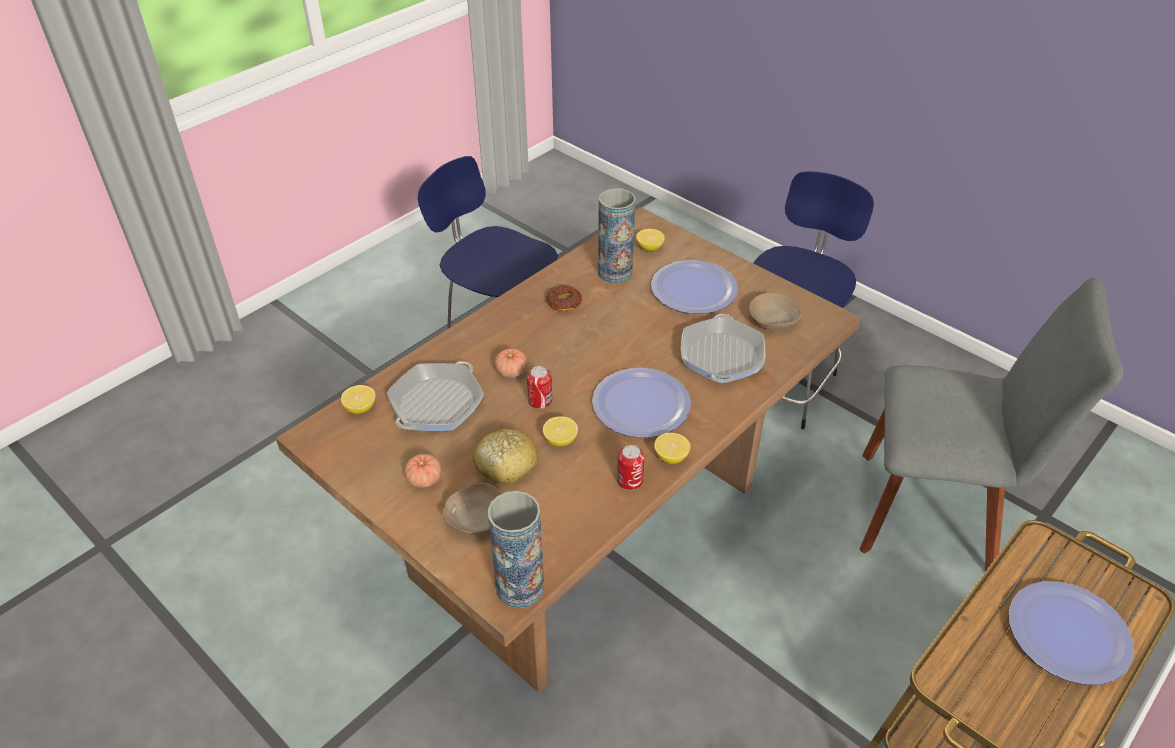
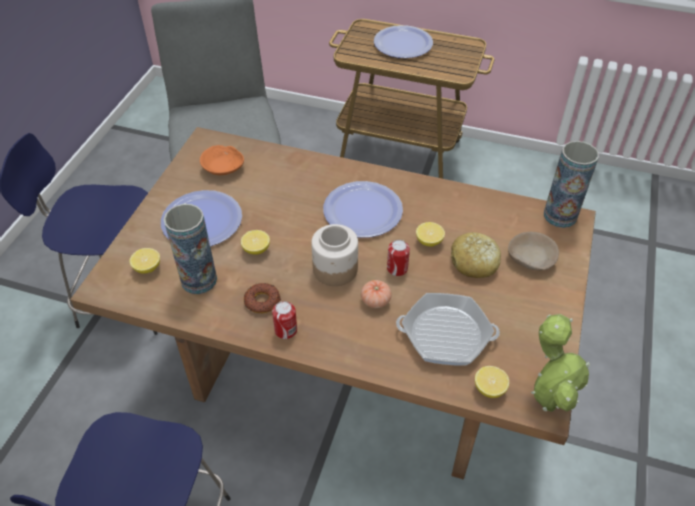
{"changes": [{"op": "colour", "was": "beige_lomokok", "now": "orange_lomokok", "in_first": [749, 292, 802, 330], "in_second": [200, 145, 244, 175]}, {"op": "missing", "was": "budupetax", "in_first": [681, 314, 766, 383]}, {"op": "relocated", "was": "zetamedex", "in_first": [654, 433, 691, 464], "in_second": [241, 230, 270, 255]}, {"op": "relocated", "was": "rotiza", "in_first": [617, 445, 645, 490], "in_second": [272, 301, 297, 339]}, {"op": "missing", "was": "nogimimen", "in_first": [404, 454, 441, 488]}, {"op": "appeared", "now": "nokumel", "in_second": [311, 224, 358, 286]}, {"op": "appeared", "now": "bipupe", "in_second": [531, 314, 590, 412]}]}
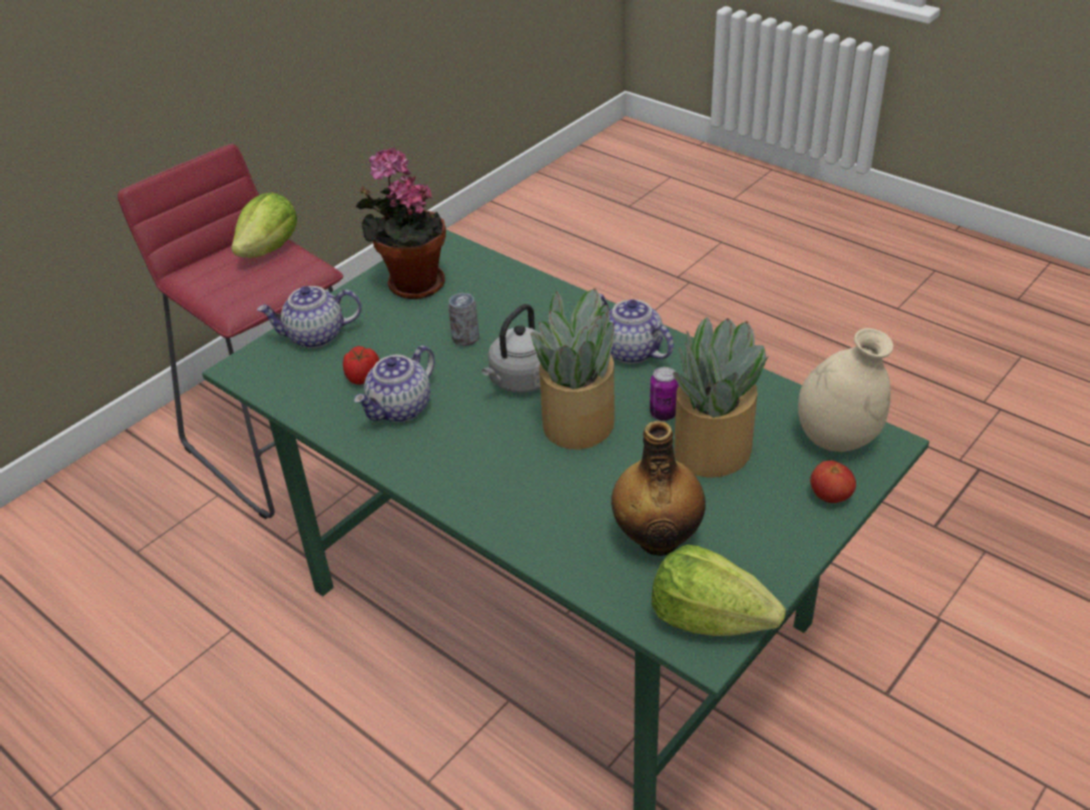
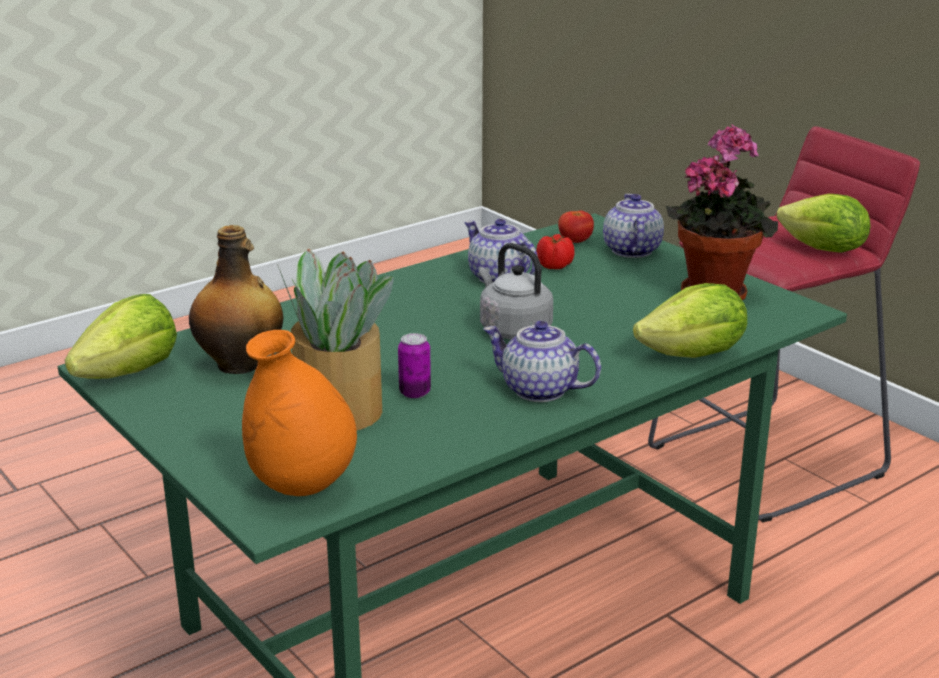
{"changes": [{"op": "missing", "was": "bipupe", "in_first": [531, 288, 615, 450]}, {"op": "missing", "was": "rotiza", "in_first": [448, 293, 479, 346]}, {"op": "spun", "was": "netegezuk", "in_first": [600, 294, 674, 364], "in_second": [483, 321, 601, 402], "clockwise": -120}, {"op": "colour", "was": "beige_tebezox", "now": "orange_tebezox", "in_first": [798, 328, 893, 452], "in_second": [242, 330, 357, 496]}, {"op": "relocated", "was": "nogimimen", "in_first": [810, 460, 856, 503], "in_second": [558, 211, 594, 243]}, {"op": "appeared", "now": "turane", "in_second": [633, 283, 747, 358]}]}
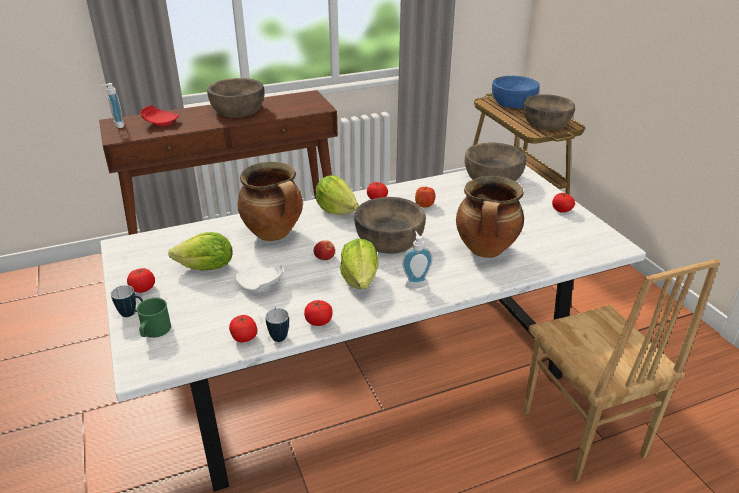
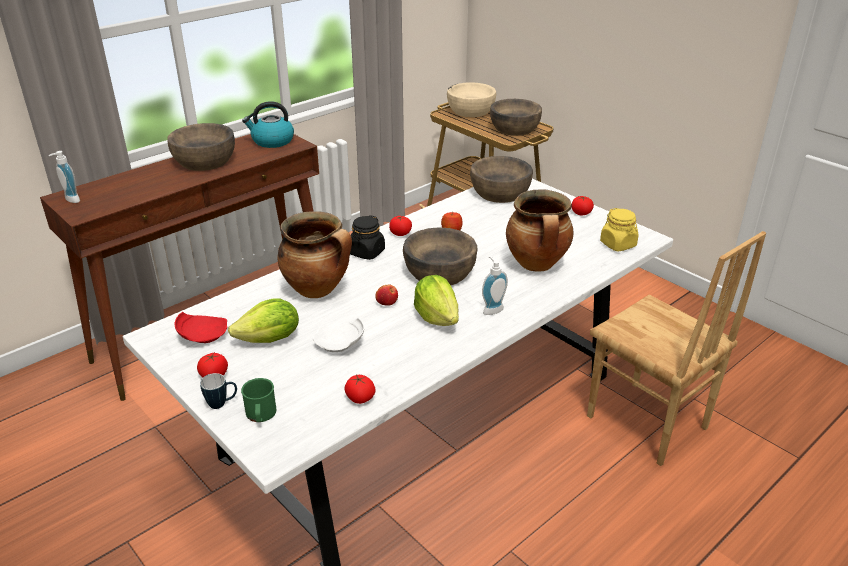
{"changes": [{"op": "colour", "was": "blue_lomokok", "now": "beige_lomokok", "in_first": [492, 76, 539, 108], "in_second": [447, 82, 496, 117]}, {"op": "relocated", "was": "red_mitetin", "in_first": [140, 105, 179, 127], "in_second": [175, 312, 227, 343]}, {"op": "exchanged", "was": "turane", "now": "black_nokumel", "in_first": [316, 175, 359, 215], "in_second": [350, 215, 385, 260]}, {"op": "missing", "was": "nogimimen", "in_first": [304, 300, 333, 326]}, {"op": "missing", "was": "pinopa", "in_first": [265, 308, 289, 342]}, {"op": "appeared", "now": "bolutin", "in_second": [242, 101, 294, 148]}, {"op": "appeared", "now": "yellow_nokumel", "in_second": [600, 208, 638, 251]}]}
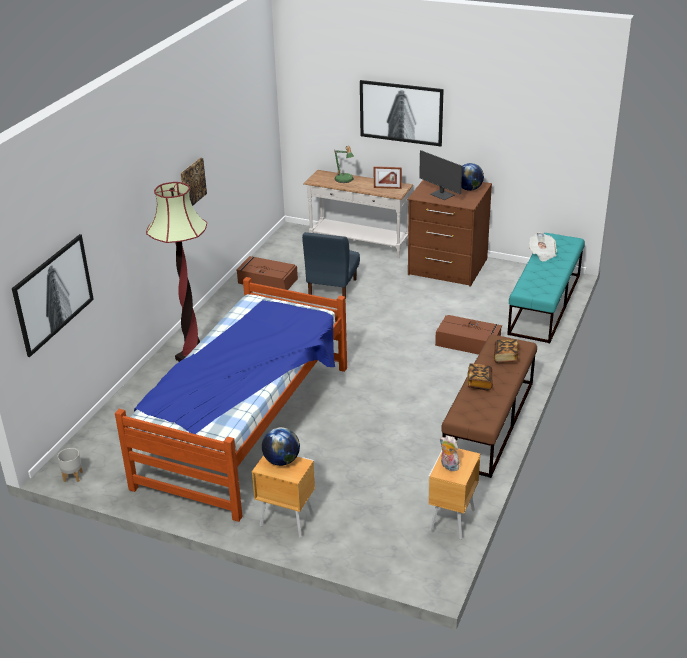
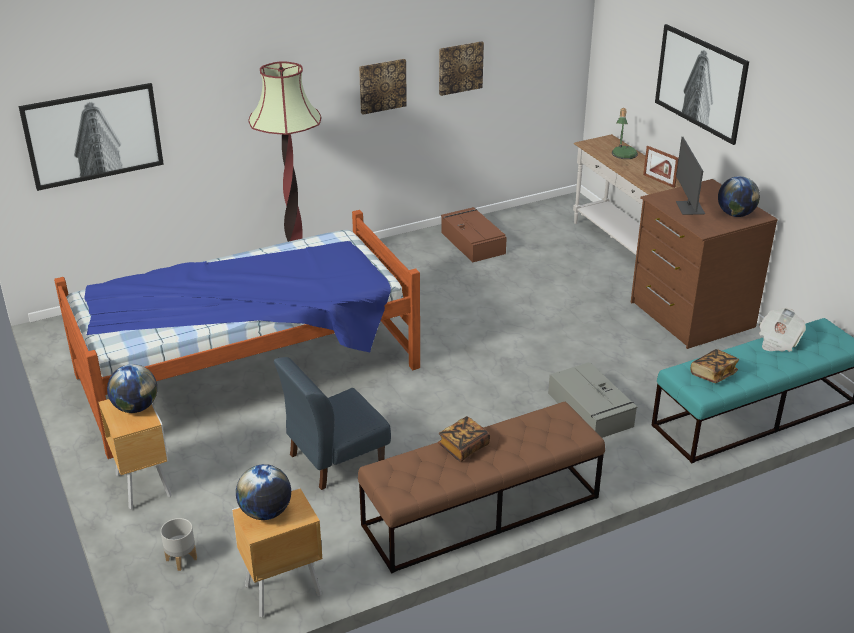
{"changes": [{"op": "relocated", "was": "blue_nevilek", "in_first": [302, 232, 360, 299], "in_second": [274, 357, 391, 490]}, {"op": "colour", "was": "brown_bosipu", "now": "grey_bosipu", "in_first": [435, 315, 502, 355], "in_second": [548, 363, 638, 438]}, {"op": "relocated", "was": "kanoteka", "in_first": [494, 339, 519, 363], "in_second": [691, 349, 739, 383]}, {"op": "exchanged", "was": "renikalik", "now": "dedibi", "in_first": [440, 436, 459, 471], "in_second": [236, 464, 291, 520]}, {"op": "relocated", "was": "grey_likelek", "in_first": [58, 448, 83, 482], "in_second": [161, 518, 197, 571]}, {"op": "appeared", "now": "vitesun", "in_second": [439, 41, 484, 96]}]}
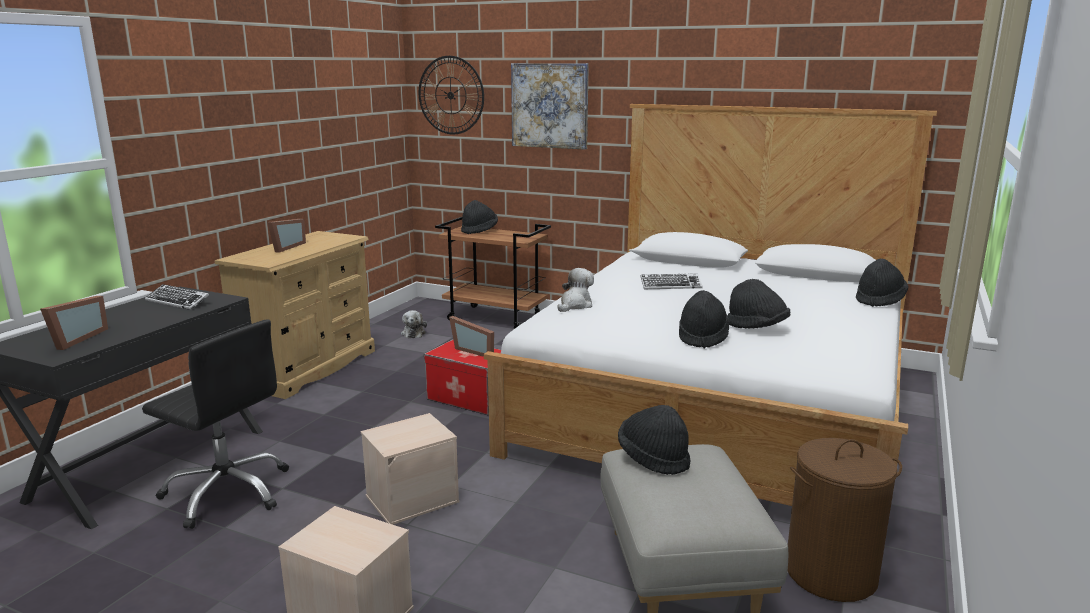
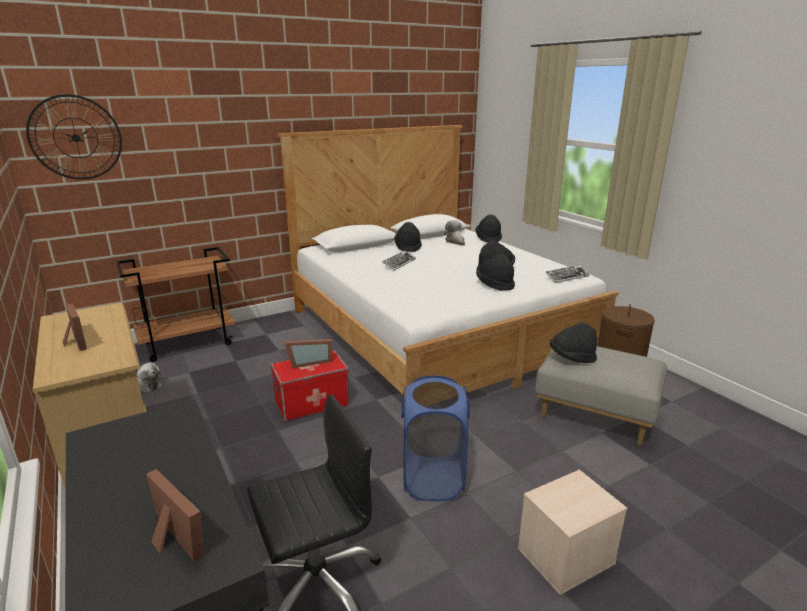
{"changes": [{"op": "missing", "was": "vitesun", "in_first": [511, 63, 589, 150]}, {"op": "relocated", "was": "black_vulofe", "in_first": [461, 200, 498, 234], "in_second": [394, 222, 422, 252]}, {"op": "relocated", "was": "renikalik", "in_first": [558, 268, 594, 312], "in_second": [444, 220, 465, 246]}, {"op": "relocated", "was": "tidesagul", "in_first": [145, 284, 209, 310], "in_second": [546, 265, 590, 283]}, {"op": "exchanged", "was": "beige_bosipu", "now": "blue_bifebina", "in_first": [361, 413, 459, 525], "in_second": [402, 375, 470, 501]}]}
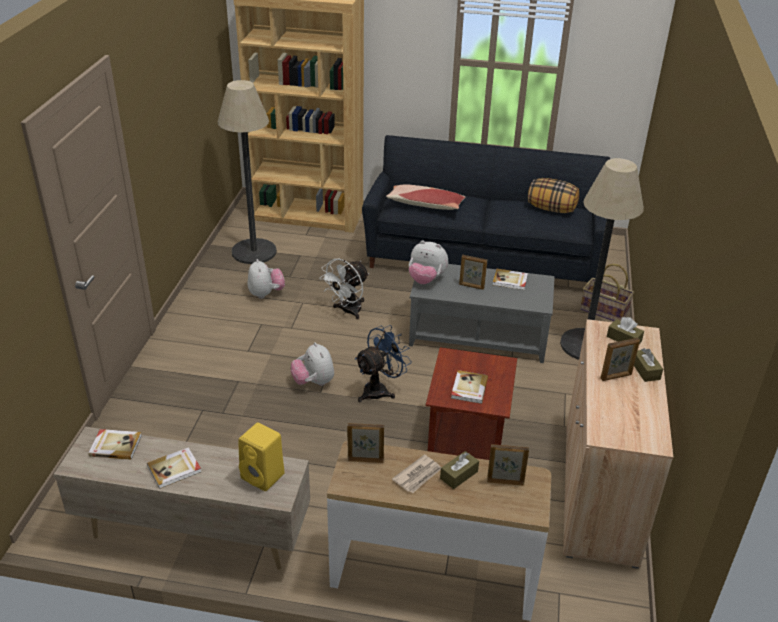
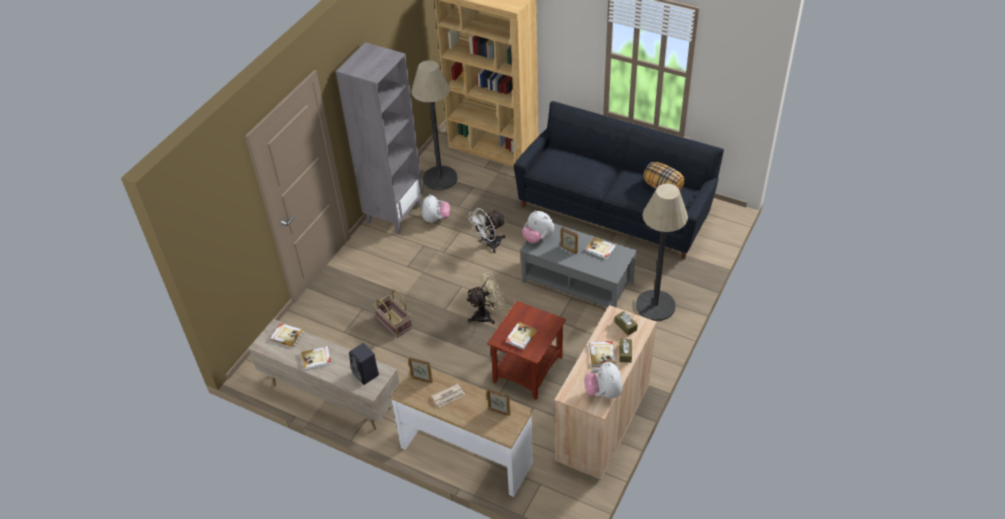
{"changes": [{"op": "missing", "was": "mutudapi", "in_first": [386, 185, 465, 210]}, {"op": "relocated", "was": "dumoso", "in_first": [580, 264, 634, 321], "in_second": [373, 290, 412, 338]}, {"op": "colour", "was": "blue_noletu", "now": "beige_noletu", "in_first": [355, 325, 412, 402], "in_second": [466, 272, 505, 324]}, {"op": "exchanged", "was": "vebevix", "now": "kanoteka", "in_first": [601, 338, 640, 381], "in_second": [589, 341, 615, 367]}, {"op": "relocated", "was": "renikalik", "in_first": [291, 342, 334, 386], "in_second": [584, 362, 623, 399]}, {"op": "colour", "was": "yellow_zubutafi", "now": "black_zubutafi", "in_first": [238, 423, 285, 491], "in_second": [349, 343, 379, 385]}, {"op": "missing", "was": "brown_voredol", "in_first": [440, 451, 479, 489]}, {"op": "appeared", "now": "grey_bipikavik", "in_second": [336, 42, 423, 234]}]}
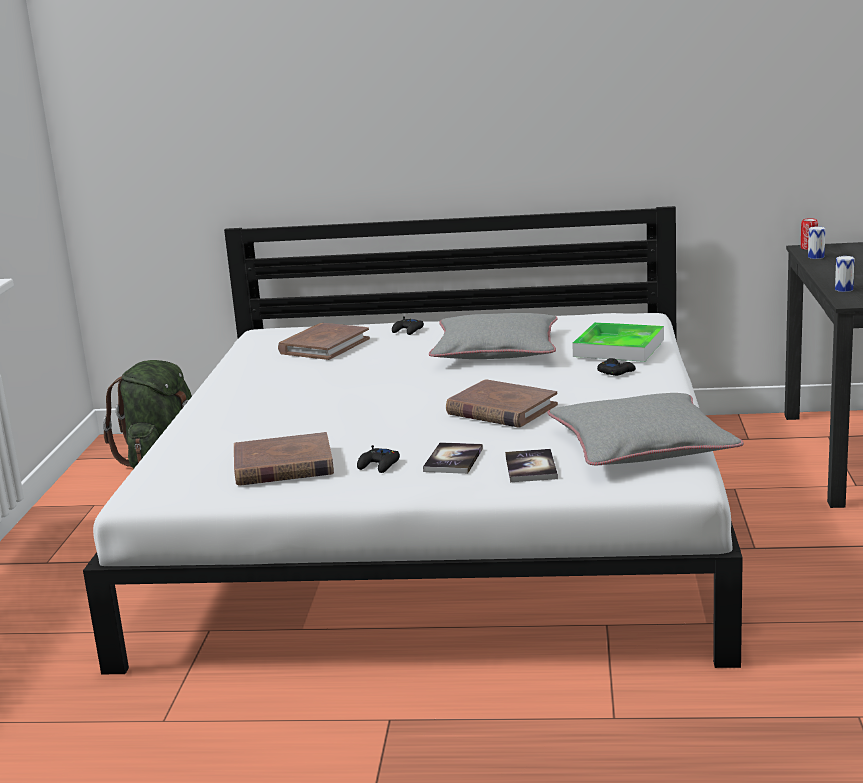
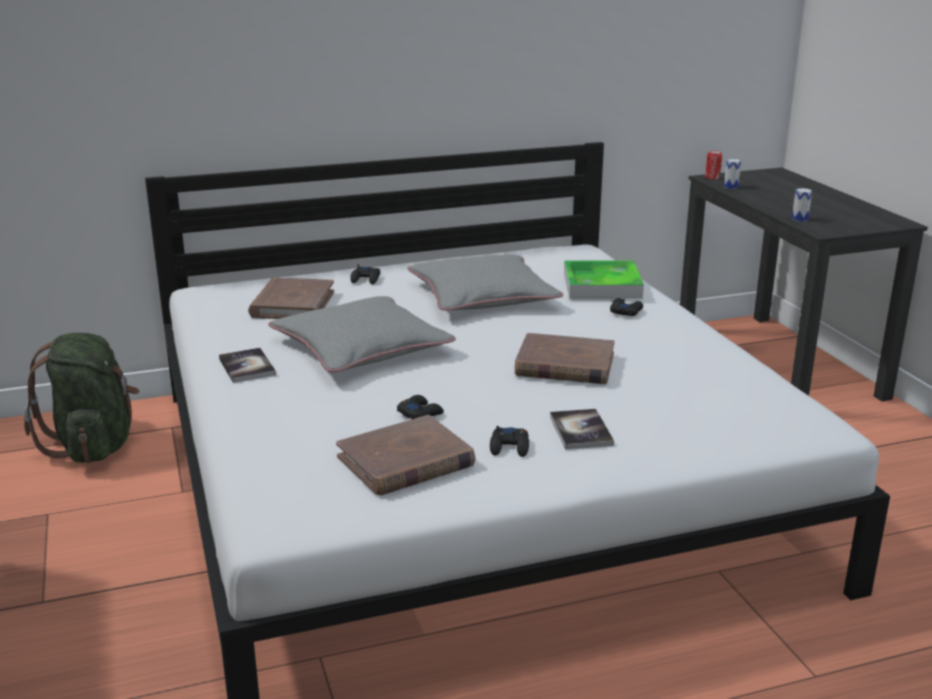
{"changes": [{"op": "relocated", "was": "grey_mutudapi", "in_first": [547, 393, 744, 466], "in_second": [268, 296, 456, 372]}, {"op": "relocated", "was": "kanoteka", "in_first": [505, 449, 558, 482], "in_second": [219, 348, 276, 383]}, {"op": "appeared", "now": "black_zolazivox", "in_second": [397, 395, 444, 419]}]}
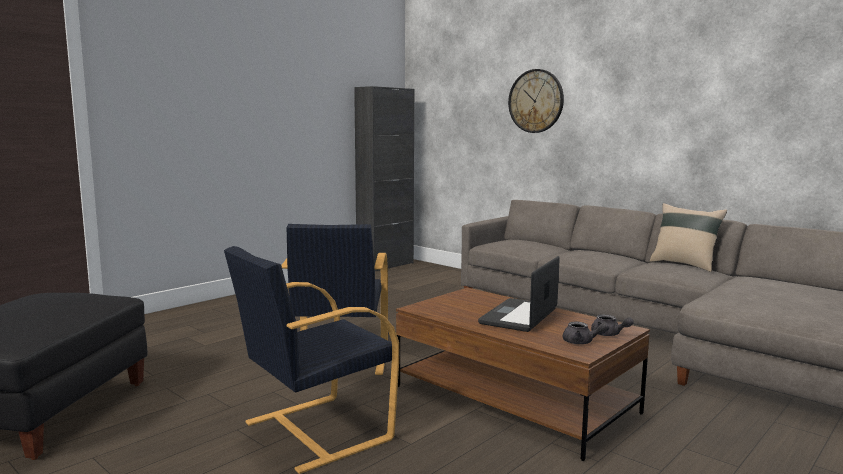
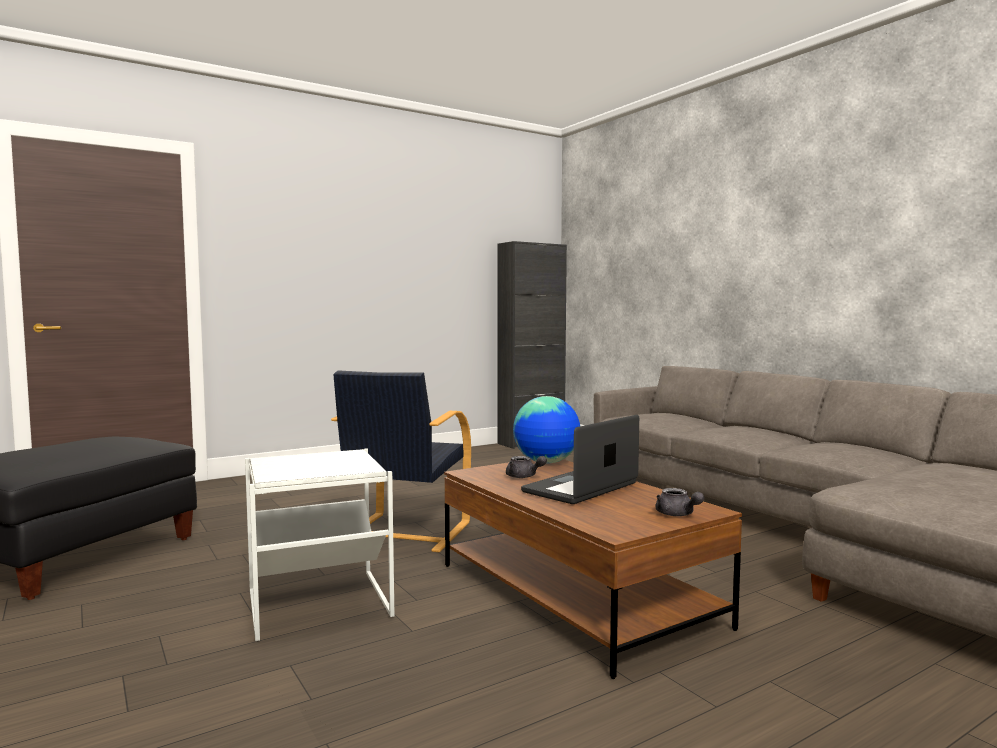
{"changes": [{"op": "missing", "was": "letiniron", "in_first": [508, 69, 564, 133]}, {"op": "missing", "was": "beige_mutudapi", "in_first": [650, 203, 727, 272]}, {"op": "exchanged", "was": "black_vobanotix", "now": "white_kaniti", "in_first": [224, 246, 400, 474], "in_second": [245, 448, 395, 641]}, {"op": "relocated", "was": "grey_netegezuk", "in_first": [563, 322, 609, 344], "in_second": [506, 456, 547, 478]}, {"op": "appeared", "now": "dedibi", "in_second": [513, 396, 580, 464]}]}
